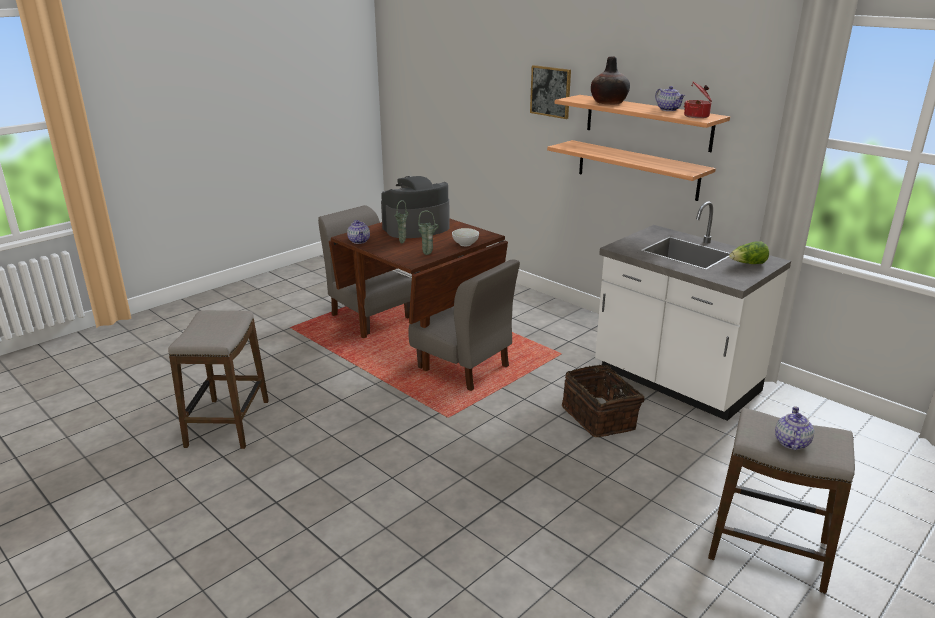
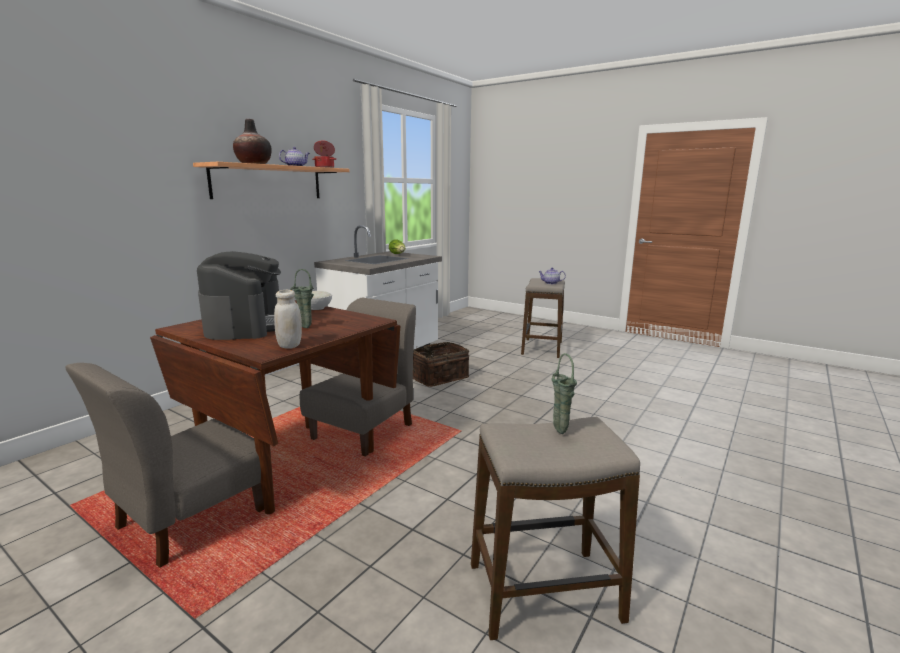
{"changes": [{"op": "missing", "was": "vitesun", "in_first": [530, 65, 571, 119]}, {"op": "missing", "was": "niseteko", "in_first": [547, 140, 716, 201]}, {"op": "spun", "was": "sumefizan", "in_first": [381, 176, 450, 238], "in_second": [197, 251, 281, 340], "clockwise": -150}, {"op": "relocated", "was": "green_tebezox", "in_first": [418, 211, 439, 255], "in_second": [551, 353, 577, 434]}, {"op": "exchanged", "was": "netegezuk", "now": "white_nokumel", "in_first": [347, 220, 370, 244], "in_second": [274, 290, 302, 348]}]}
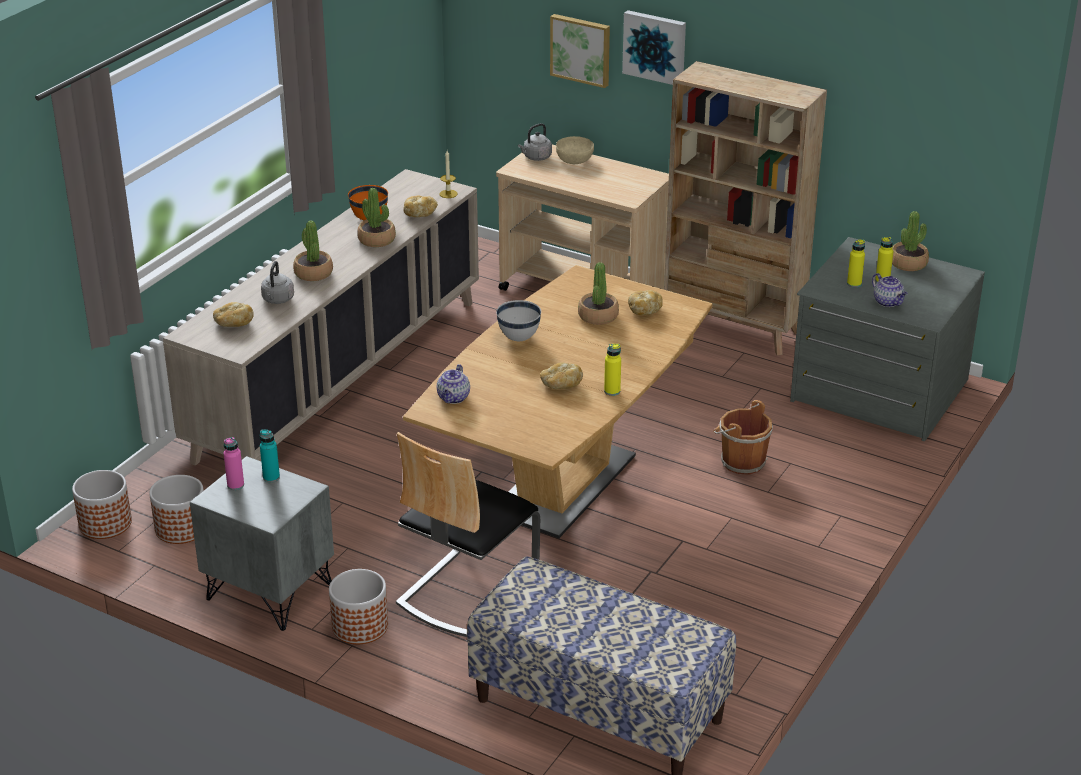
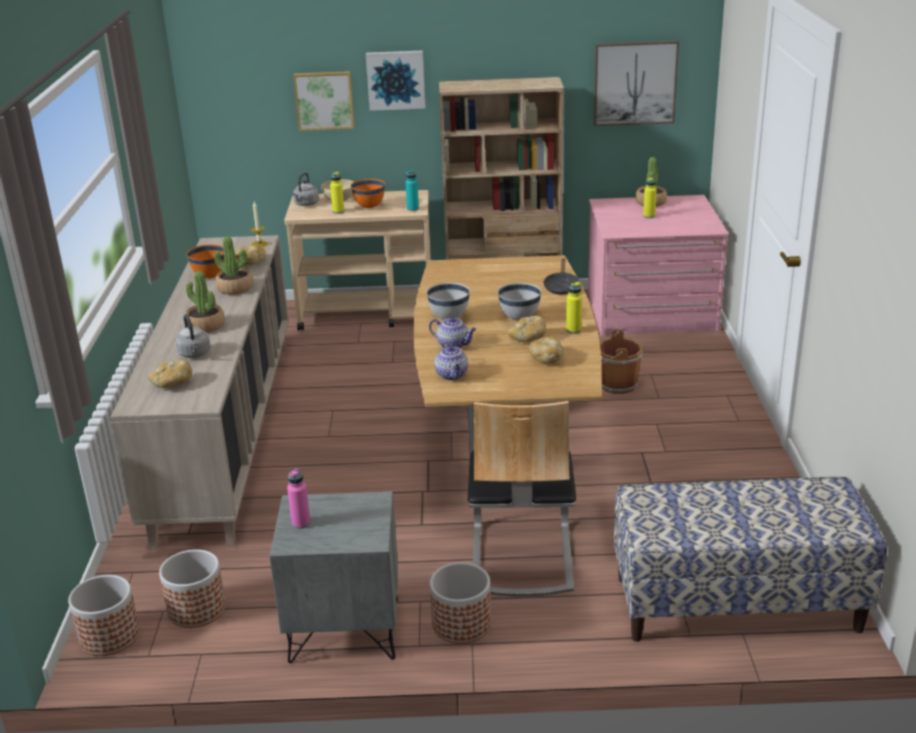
{"changes": [{"op": "colour", "was": "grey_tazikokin", "now": "pink_tazikokin", "in_first": [790, 237, 985, 441], "in_second": [588, 195, 729, 336]}, {"op": "relocated", "was": "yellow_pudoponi", "in_first": [847, 239, 865, 287], "in_second": [330, 172, 344, 214]}, {"op": "missing", "was": "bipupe", "in_first": [578, 262, 619, 325]}, {"op": "relocated", "was": "netegezuk", "in_first": [872, 273, 908, 307], "in_second": [429, 317, 476, 348]}, {"op": "relocated", "was": "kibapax", "in_first": [628, 290, 663, 315], "in_second": [529, 337, 564, 364]}, {"op": "relocated", "was": "turquoise_pudoponi", "in_first": [260, 429, 280, 482], "in_second": [406, 170, 419, 211]}, {"op": "appeared", "now": "vitesun", "in_second": [594, 40, 679, 126]}, {"op": "appeared", "now": "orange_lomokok", "in_second": [351, 179, 385, 208]}, {"op": "appeared", "now": "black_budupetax", "in_second": [543, 258, 580, 295]}, {"op": "appeared", "now": "white_lomokok", "in_second": [498, 283, 541, 321]}]}
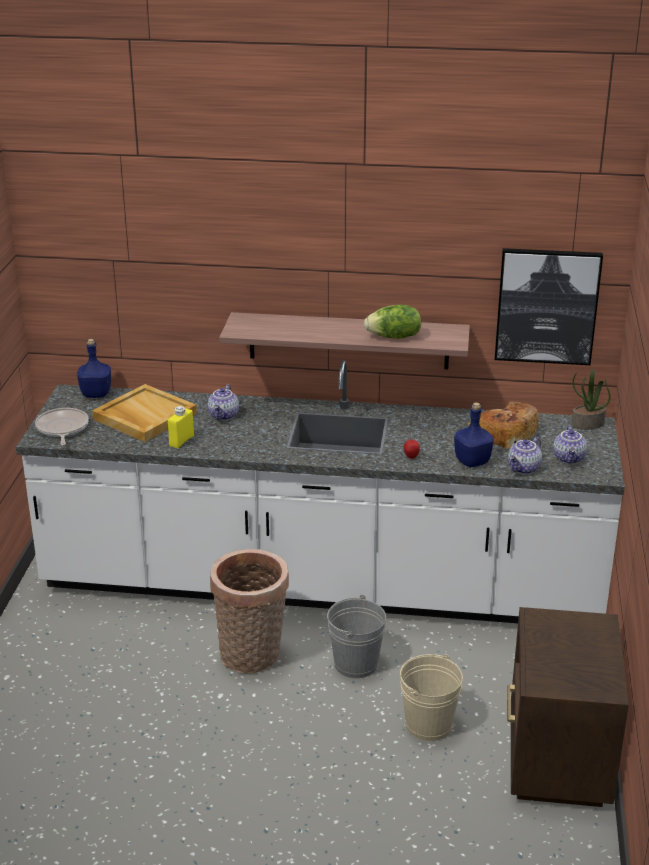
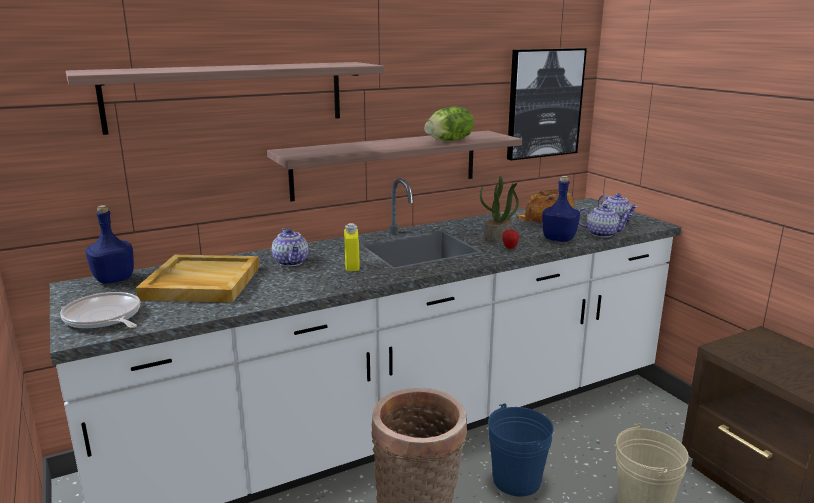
{"changes": [{"op": "relocated", "was": "bipupe", "in_first": [572, 369, 611, 430], "in_second": [480, 176, 519, 242]}, {"op": "relocated", "was": "yellow_pudoponi", "in_first": [168, 406, 194, 448], "in_second": [344, 223, 360, 271]}, {"op": "spun", "was": "netegezuk", "in_first": [508, 437, 542, 474], "in_second": [579, 204, 632, 237], "clockwise": -75}, {"op": "colour", "was": "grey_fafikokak", "now": "blue_fafikokak", "in_first": [327, 594, 386, 678], "in_second": [488, 403, 554, 497]}, {"op": "appeared", "now": "niseteko", "in_second": [66, 62, 384, 135]}]}
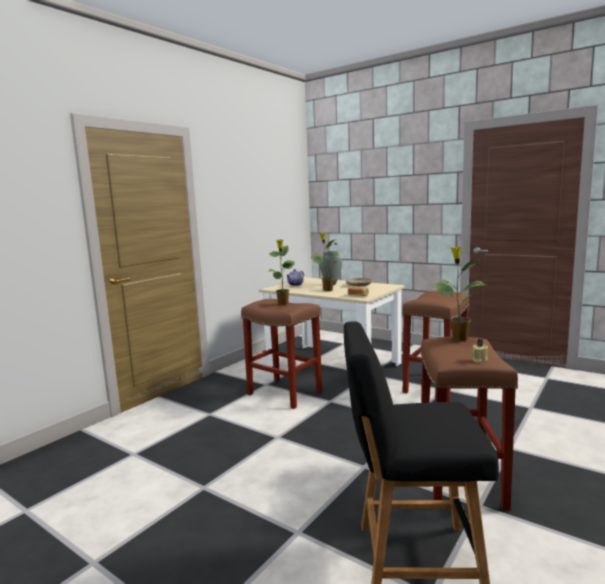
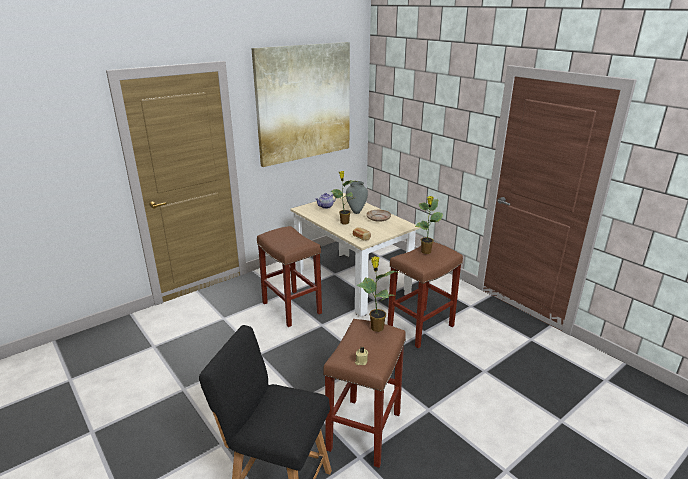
{"changes": [{"op": "relocated", "was": "bipupe", "in_first": [269, 239, 295, 305], "in_second": [415, 196, 443, 254]}, {"op": "appeared", "now": "vitesun", "in_second": [251, 42, 350, 167]}]}
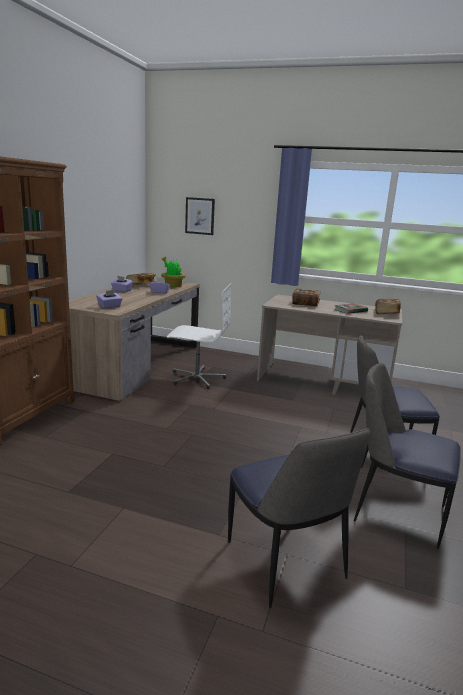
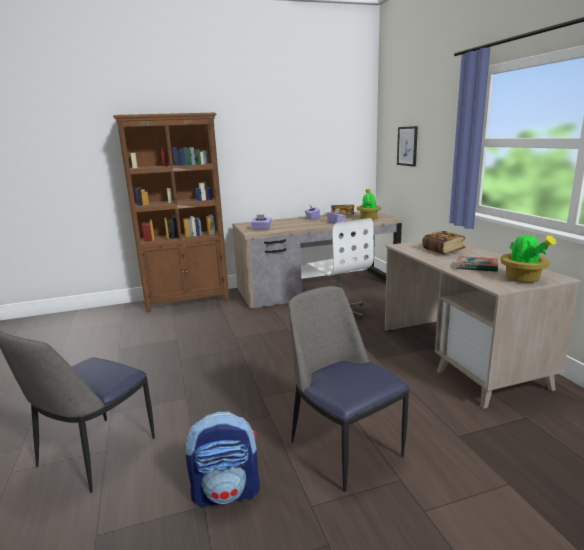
{"changes": [{"op": "exchanged", "was": "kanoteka", "now": "bipupe", "in_first": [375, 299, 401, 314], "in_second": [500, 233, 556, 283]}, {"op": "exchanged", "was": "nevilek", "now": "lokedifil", "in_first": [354, 363, 461, 549], "in_second": [186, 411, 260, 507]}]}
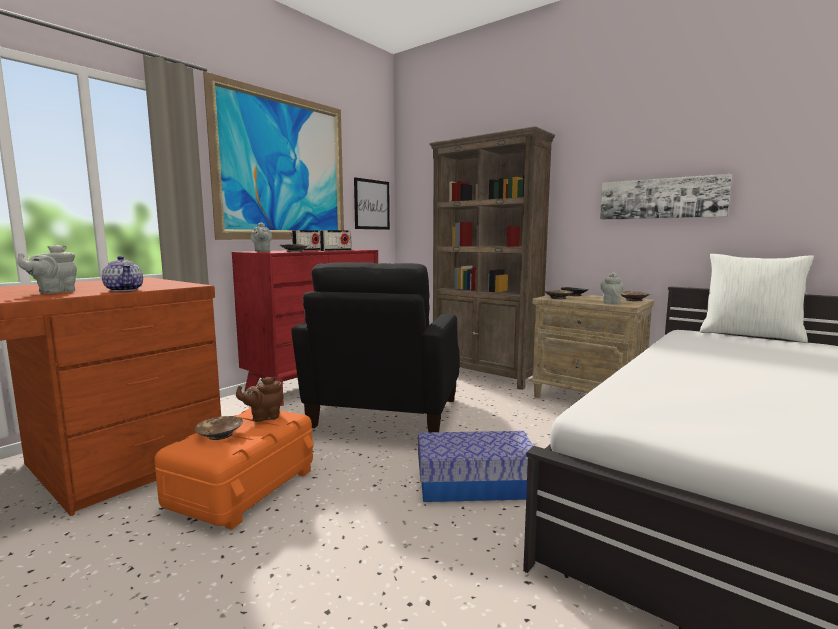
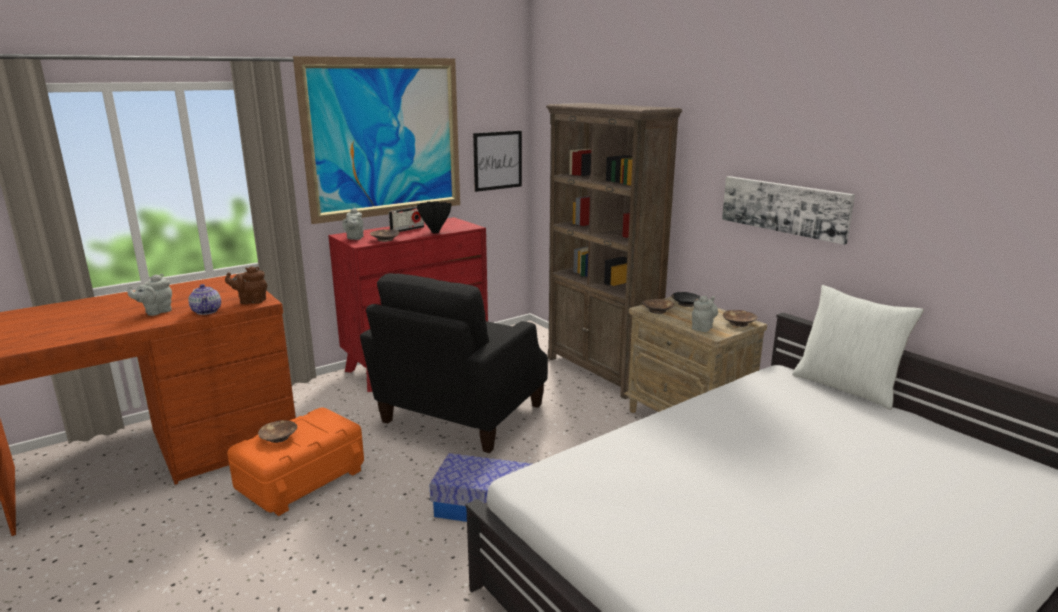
{"changes": [{"op": "exchanged", "was": "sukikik", "now": "black_tebezox", "in_first": [320, 230, 351, 251], "in_second": [417, 201, 452, 233]}, {"op": "relocated", "was": "brown_netegezuk", "in_first": [236, 377, 284, 422], "in_second": [225, 266, 267, 304]}]}
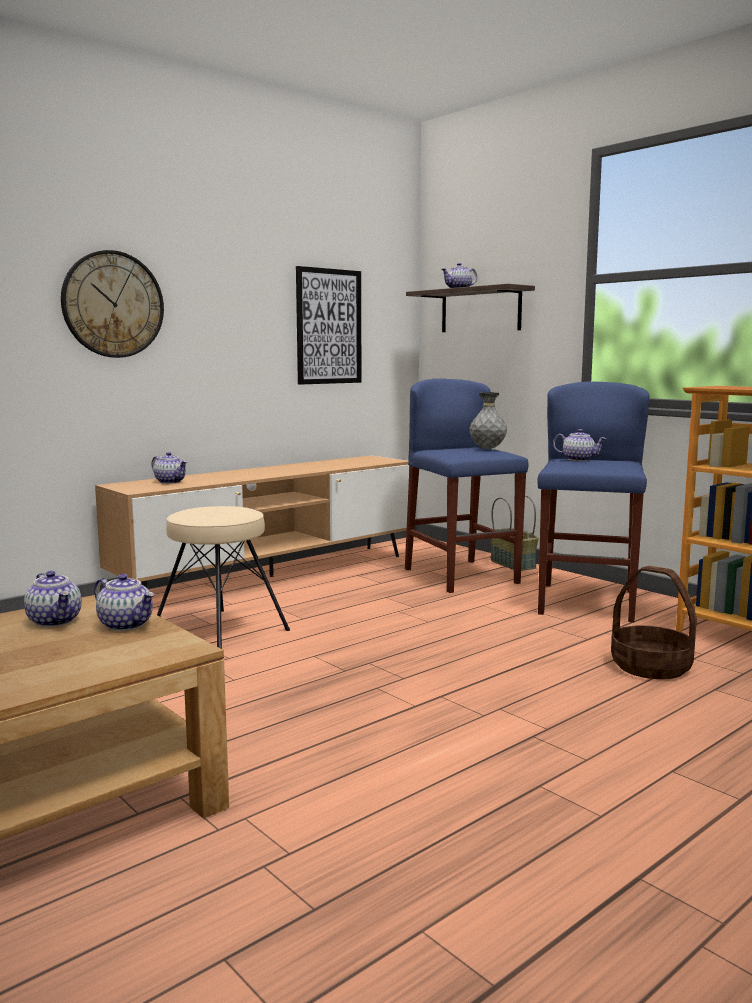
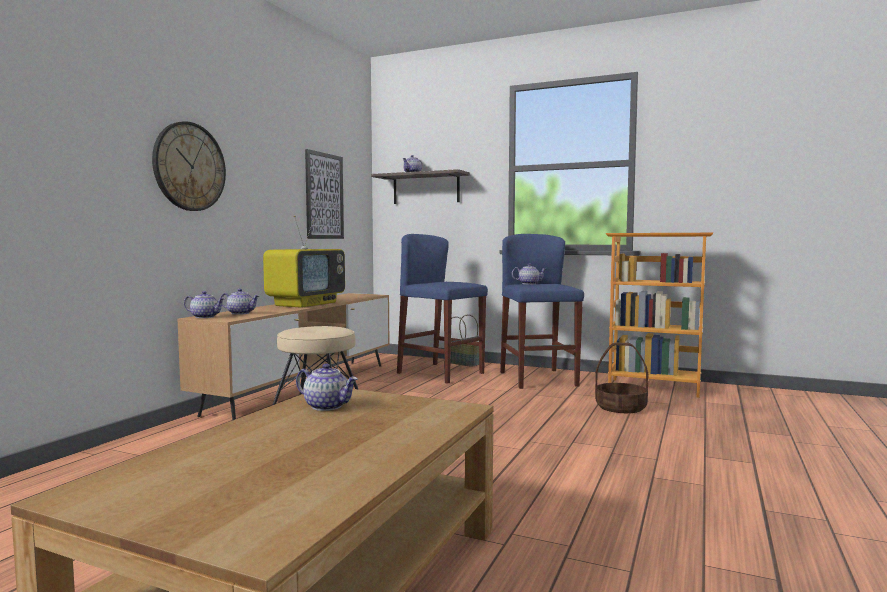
{"changes": [{"op": "missing", "was": "grey_tebezox", "in_first": [470, 392, 507, 449]}, {"op": "relocated", "was": "netegezuk", "in_first": [94, 574, 155, 631], "in_second": [184, 291, 225, 318]}, {"op": "appeared", "now": "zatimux", "in_second": [263, 216, 345, 308]}]}
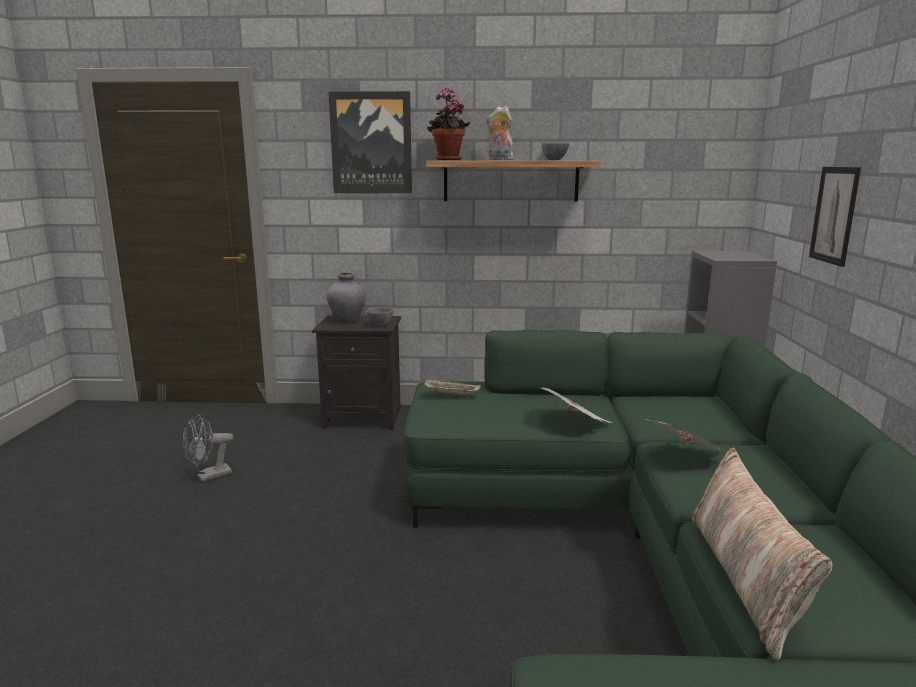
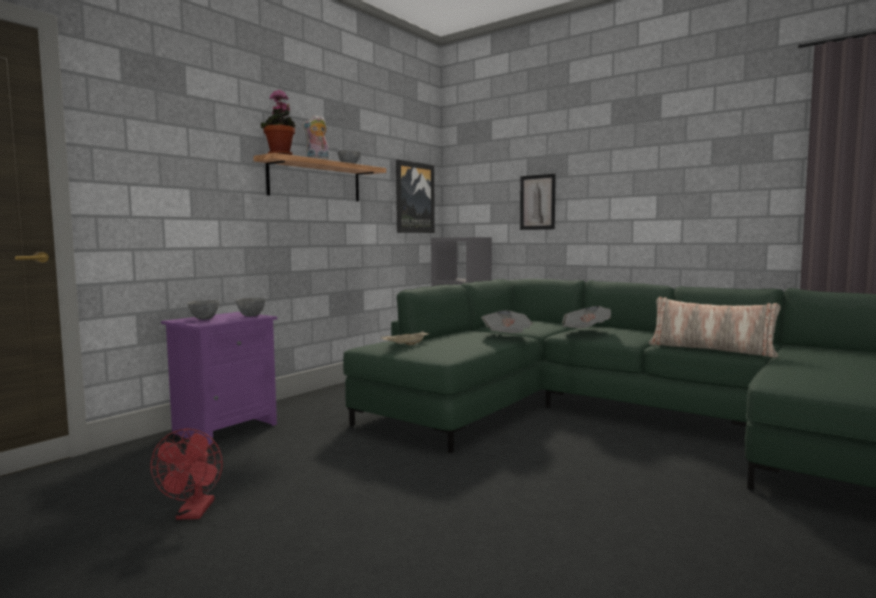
{"changes": [{"op": "relocated", "was": "vitesun", "in_first": [328, 91, 412, 193], "in_second": [396, 160, 435, 233]}, {"op": "exchanged", "was": "grey_tebezox", "now": "grey_lomokok", "in_first": [327, 272, 366, 323], "in_second": [187, 300, 219, 320]}, {"op": "colour", "was": "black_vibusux", "now": "purple_vibusux", "in_first": [312, 315, 401, 430], "in_second": [161, 312, 277, 445]}, {"op": "colour", "was": "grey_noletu", "now": "red_noletu", "in_first": [183, 414, 234, 482], "in_second": [150, 428, 223, 519]}]}
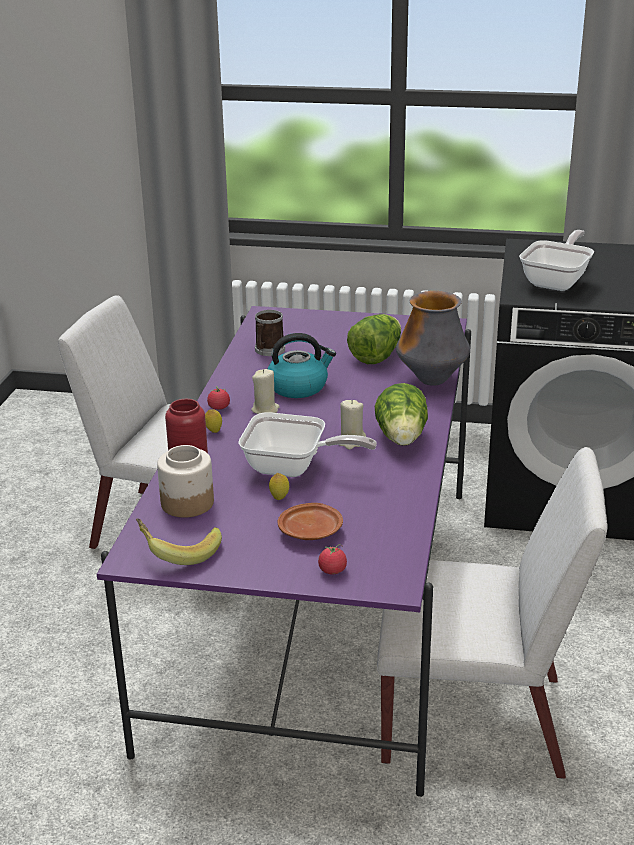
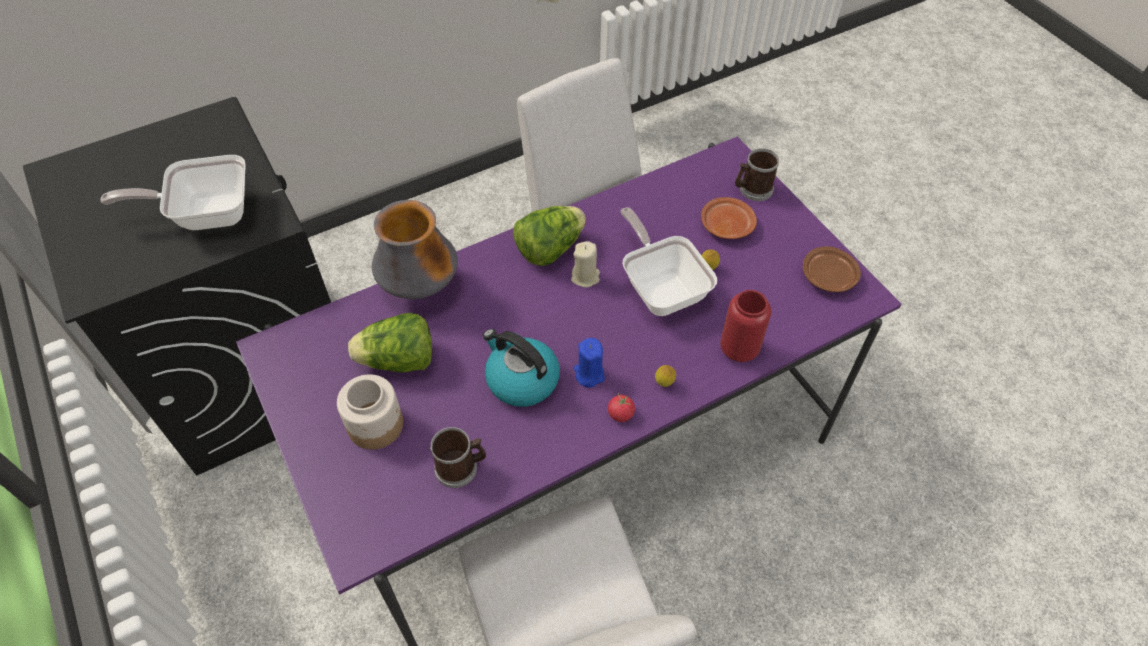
{"changes": [{"op": "colour", "was": "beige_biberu", "now": "blue_biberu", "in_first": [251, 369, 279, 414], "in_second": [574, 338, 605, 387]}, {"op": "relocated", "was": "nokumel", "in_first": [157, 445, 214, 518], "in_second": [337, 374, 403, 450]}, {"op": "exchanged", "was": "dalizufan", "now": "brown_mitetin", "in_first": [136, 519, 222, 565], "in_second": [803, 246, 861, 292]}, {"op": "exchanged", "was": "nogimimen", "now": "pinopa", "in_first": [318, 544, 347, 575], "in_second": [735, 148, 779, 201]}]}
